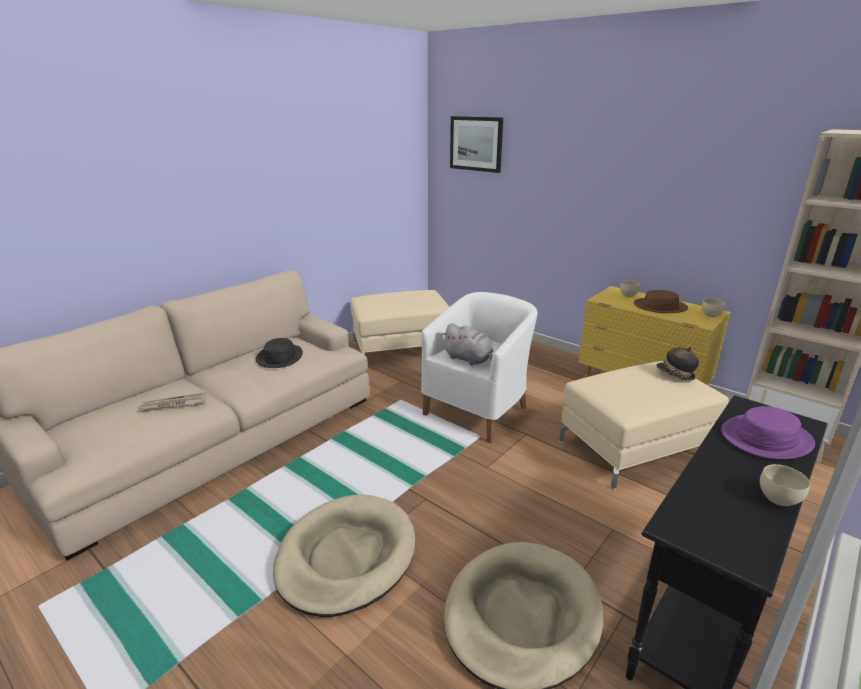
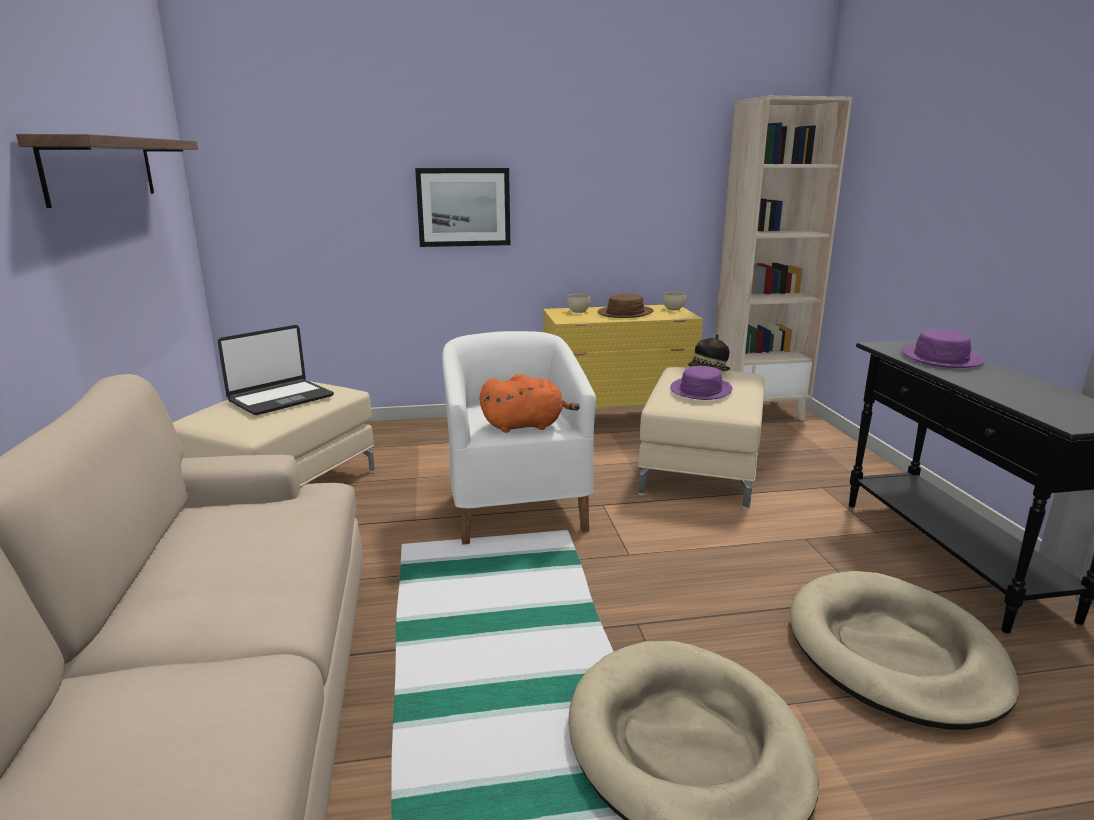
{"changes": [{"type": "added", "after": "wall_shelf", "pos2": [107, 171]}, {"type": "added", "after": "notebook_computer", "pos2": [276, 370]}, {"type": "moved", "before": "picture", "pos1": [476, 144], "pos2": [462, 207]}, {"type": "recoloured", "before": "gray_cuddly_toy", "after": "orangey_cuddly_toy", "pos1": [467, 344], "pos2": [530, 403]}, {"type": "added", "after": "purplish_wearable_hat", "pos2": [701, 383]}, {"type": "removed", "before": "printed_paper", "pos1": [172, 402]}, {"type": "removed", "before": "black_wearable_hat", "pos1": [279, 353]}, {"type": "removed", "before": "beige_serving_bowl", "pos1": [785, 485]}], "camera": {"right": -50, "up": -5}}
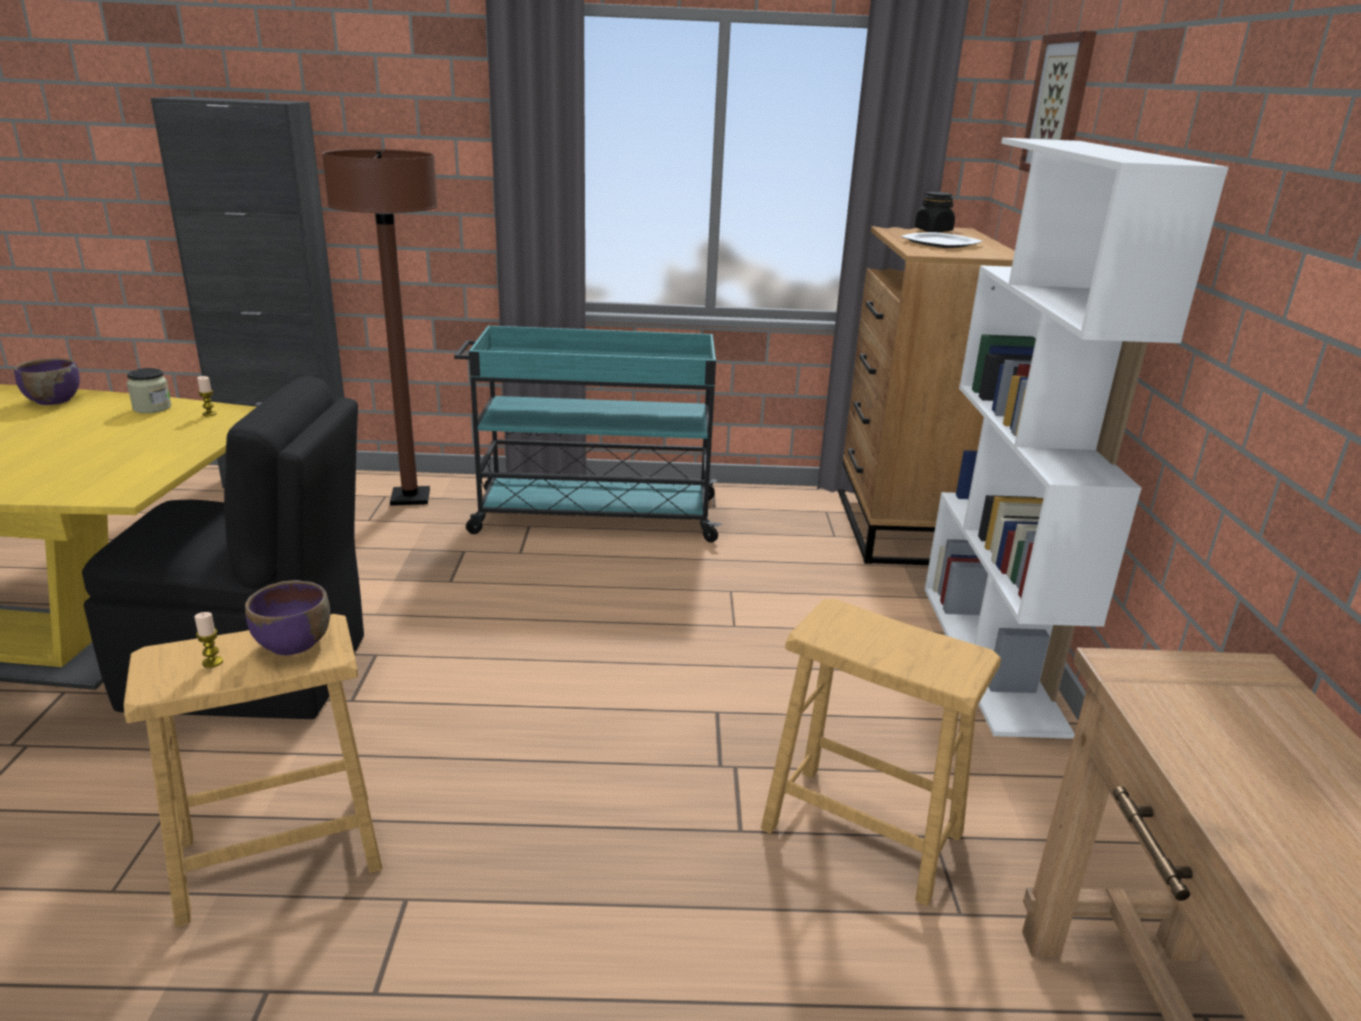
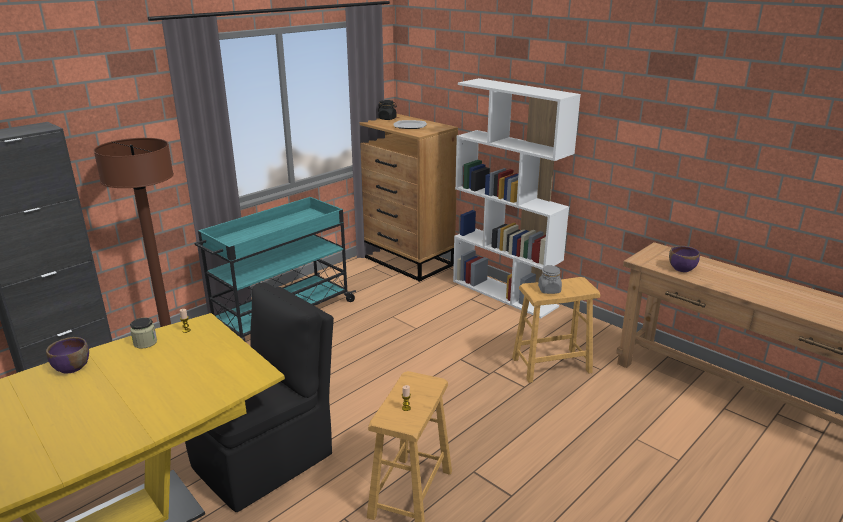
{"changes": [{"type": "added", "after": "gray_preserve_jar", "pos2": [550, 279]}, {"type": "moved", "before": "purplish_serving_bowl", "pos1": [287, 617], "pos2": [684, 259]}, {"type": "removed", "before": "picture", "pos1": [1058, 101]}], "camera": {"right": -45, "up": 0}}
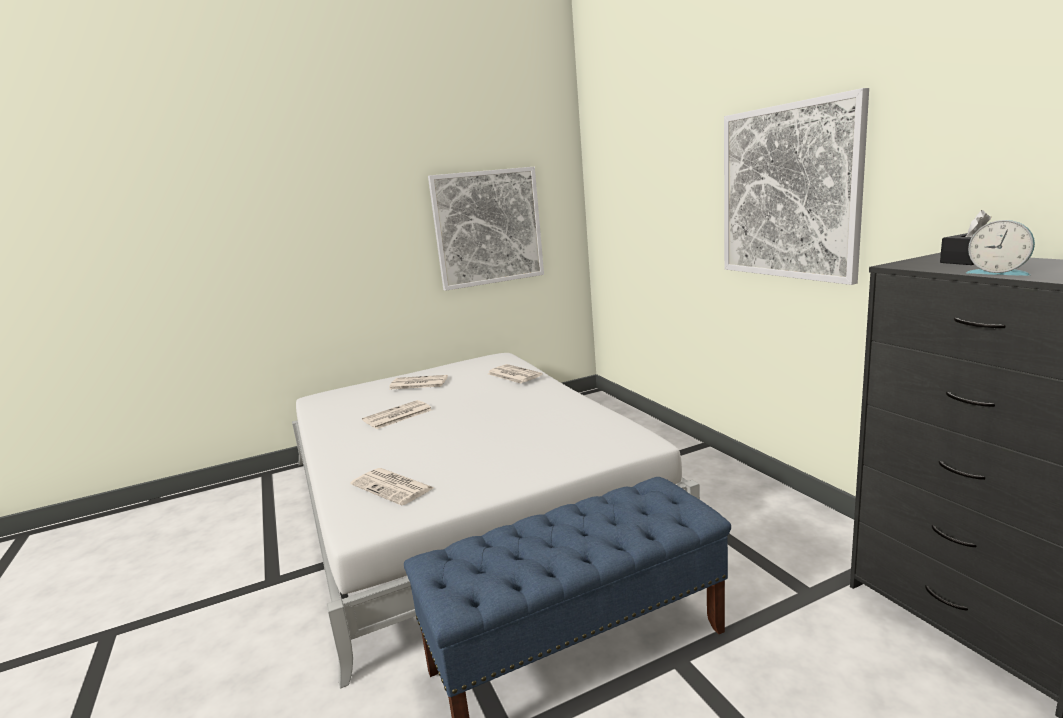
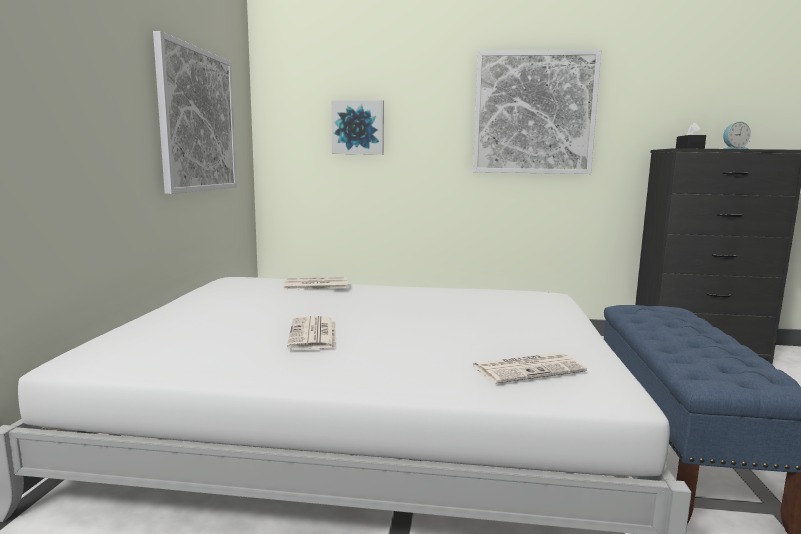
{"changes": [{"type": "added", "after": "picture", "pos2": [357, 127]}, {"type": "removed", "before": "printed_paper", "pos1": [418, 382]}], "camera": {"right": -60, "up": -5}}
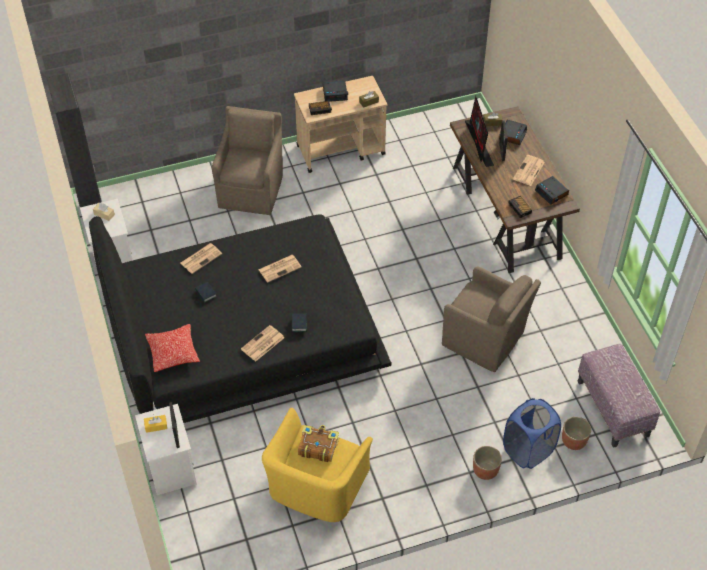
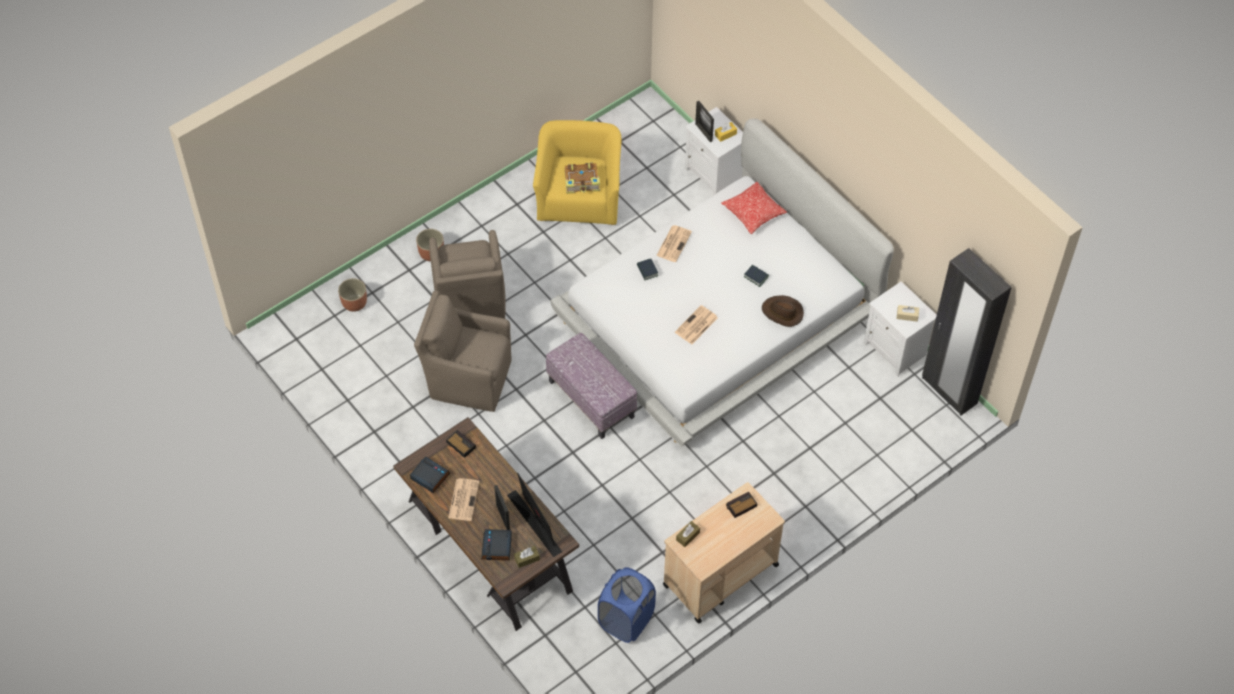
{"changes": [{"type": "moved", "before": "brown_easy_chair", "pos1": [247, 160], "pos2": [467, 274]}, {"type": "moved", "before": "footrest", "pos1": [618, 396], "pos2": [591, 386]}, {"type": "recoloured", "before": "black_sleeping_bed", "after": "whitish_sleeping_bed", "pos1": [240, 318], "pos2": [722, 282]}, {"type": "moved", "before": "blue_washing_basket", "pos1": [532, 433], "pos2": [627, 605]}, {"type": "replaced", "before": "printed_paper", "after": "brown_wearable_hat", "pos1": [201, 259], "pos2": [783, 311]}, {"type": "removed", "before": "table_clock", "pos1": [335, 91]}], "camera": {"right": 160, "up": 5}}
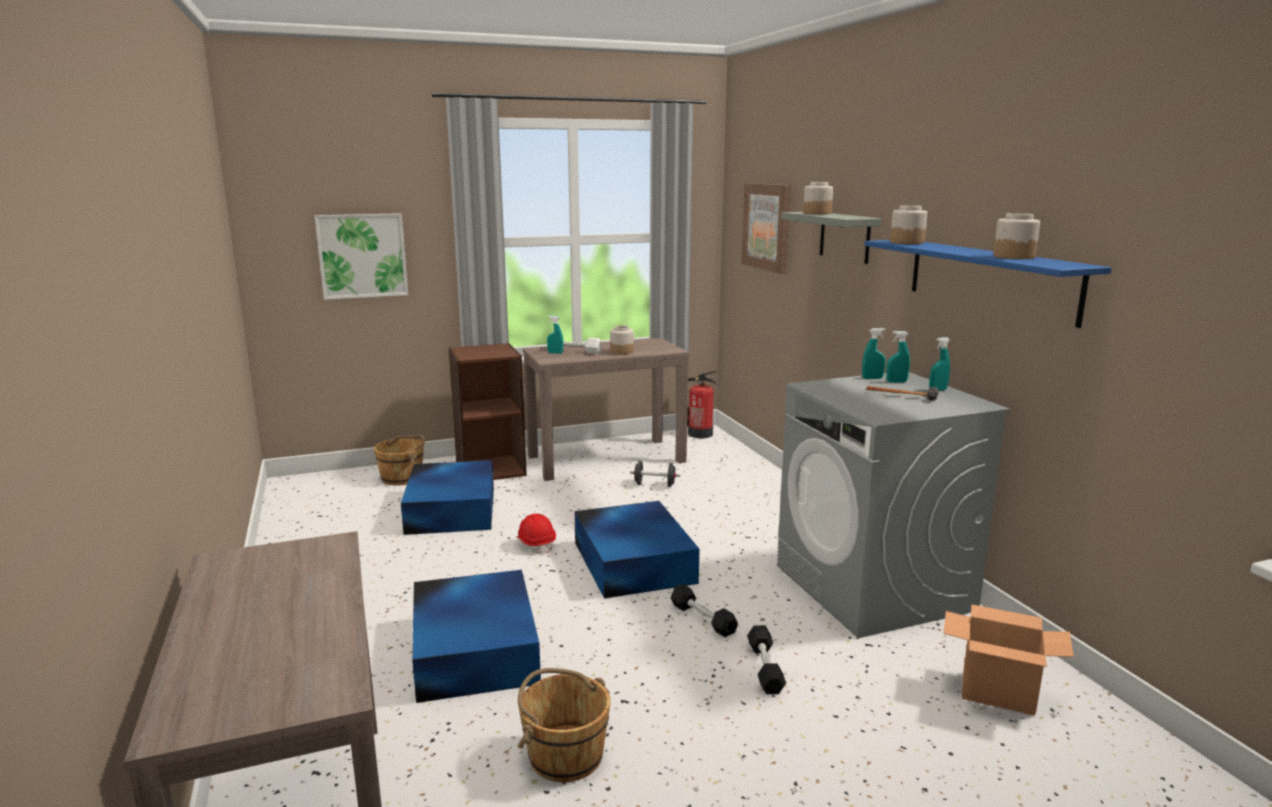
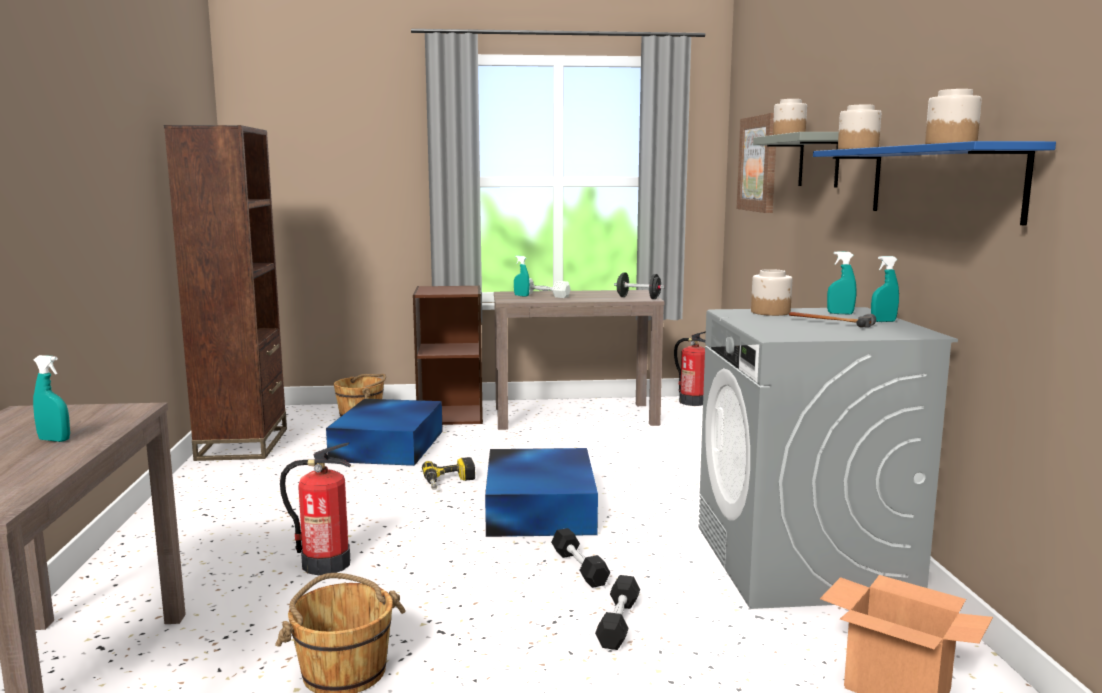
{"changes": [{"type": "moved", "before": "turquoise_spray_bottle", "pos1": [874, 353], "pos2": [51, 398]}, {"type": "added", "after": "brown_shelving_unit", "pos2": [225, 293]}, {"type": "replaced", "before": "blue_storage_bin", "after": "extinguisher", "pos1": [476, 636], "pos2": [315, 509]}, {"type": "replaced", "before": "red-coloured_work_helmet", "after": "electric_drill", "pos1": [536, 534], "pos2": [448, 473]}, {"type": "moved", "before": "black_dumbbell", "pos1": [655, 474], "pos2": [639, 285]}, {"type": "moved", "before": "preserve_jar", "pos1": [622, 340], "pos2": [771, 292]}, {"type": "removed", "before": "picture", "pos1": [361, 256]}], "camera": {"right": 15, "up": -5}}
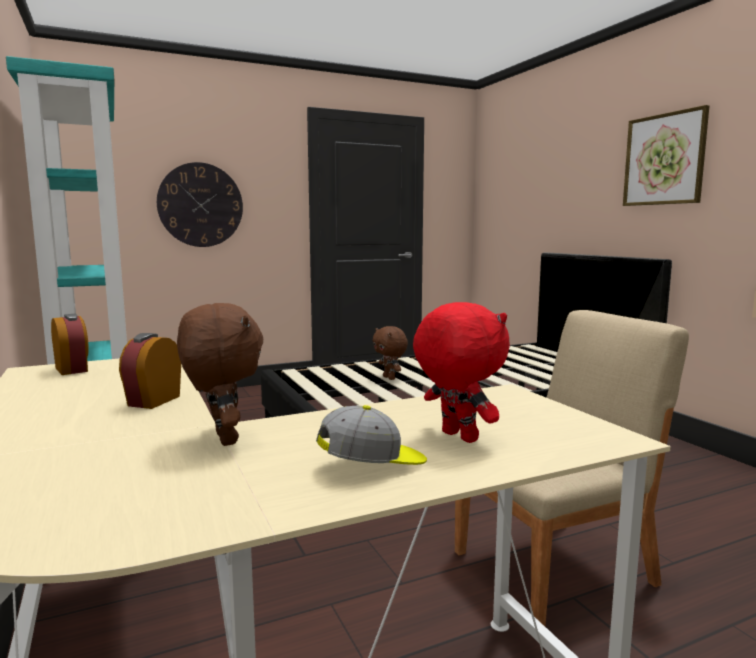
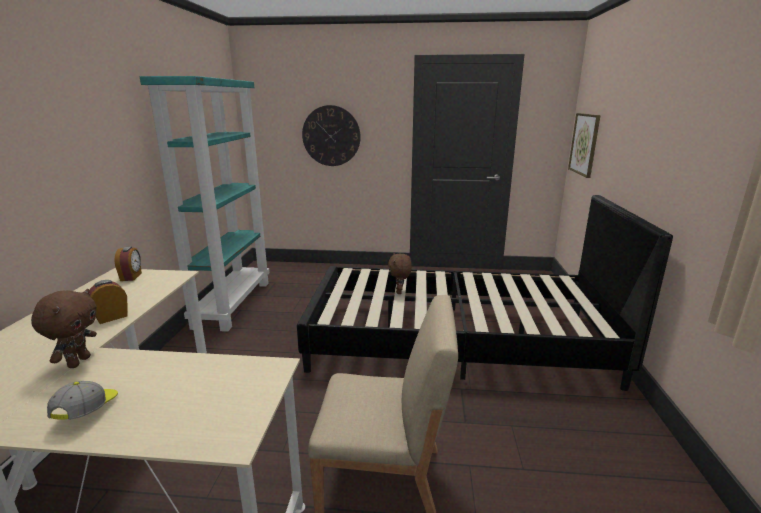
{"changes": [{"type": "turned", "before": "baseball_cap", "pos1": [371, 435], "pos2": [82, 400], "turn": -90}, {"type": "moved", "before": "picture", "pos1": [666, 155], "pos2": [584, 145]}, {"type": "removed", "before": "red-coloured_cuddly_toy", "pos1": [461, 372]}], "camera": {"right": 30, "up": 10}}
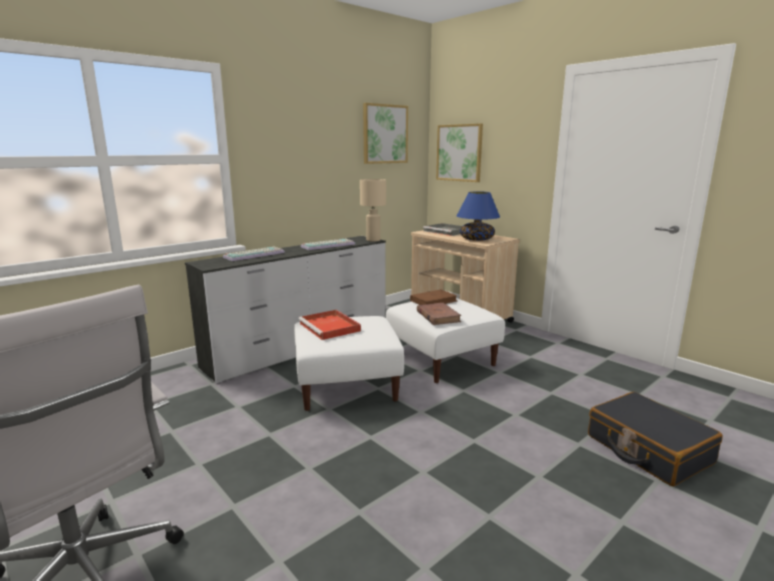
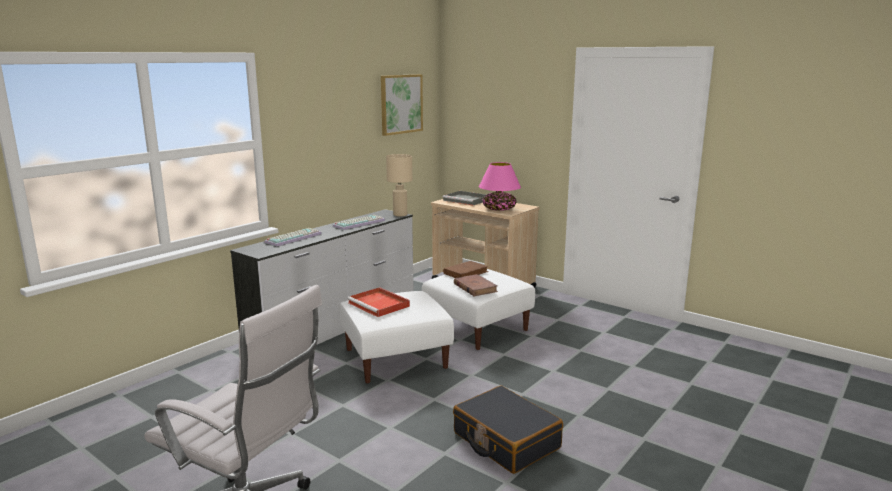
{"changes": [{"type": "moved", "before": "black_suitcase", "pos1": [655, 439], "pos2": [508, 429]}, {"type": "recoloured", "before": "blue_tabletop_lamp", "after": "pink_tabletop_lamp", "pos1": [478, 216], "pos2": [500, 186]}, {"type": "removed", "before": "picture", "pos1": [459, 152]}], "camera": {"right": -10, "up": 0}}
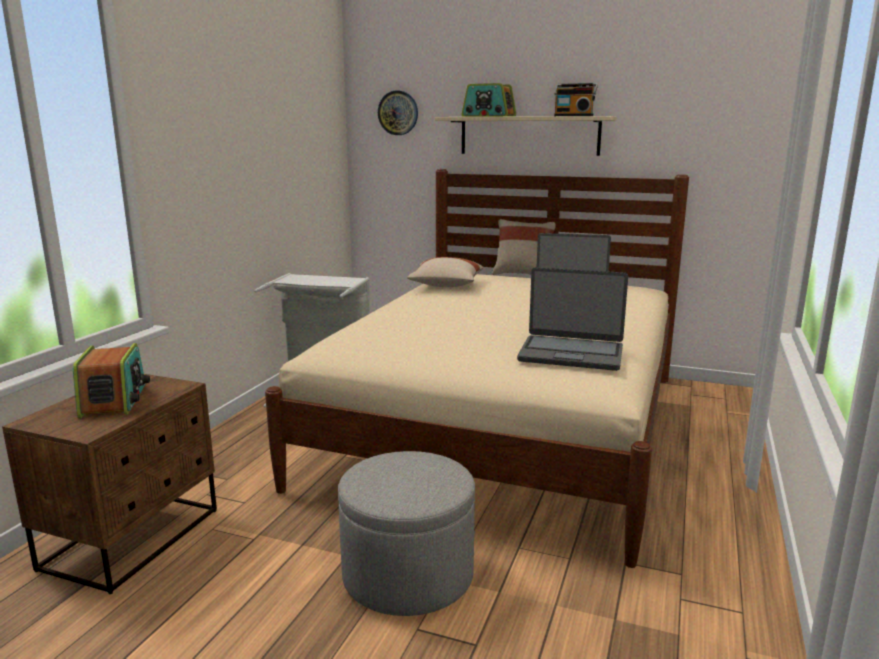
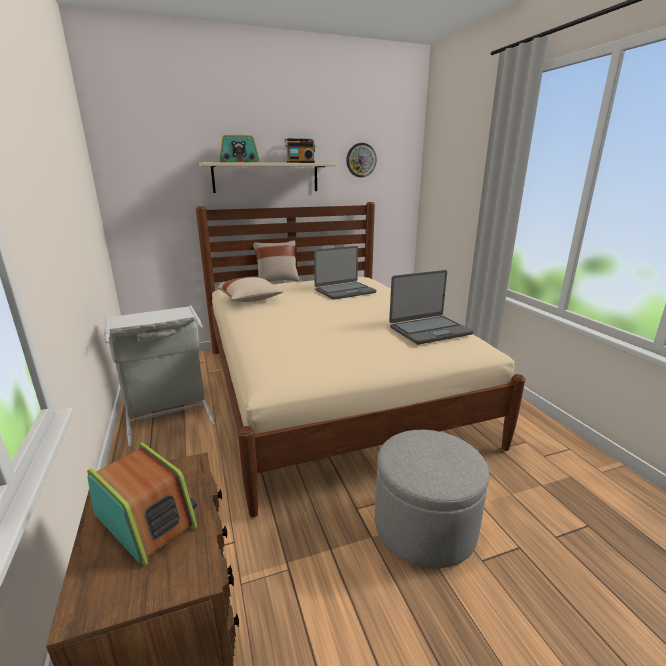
{"changes": [{"type": "moved", "before": "clock_on_the_wall", "pos1": [398, 112], "pos2": [361, 160]}], "camera": {"right": -40, "up": 5}}
